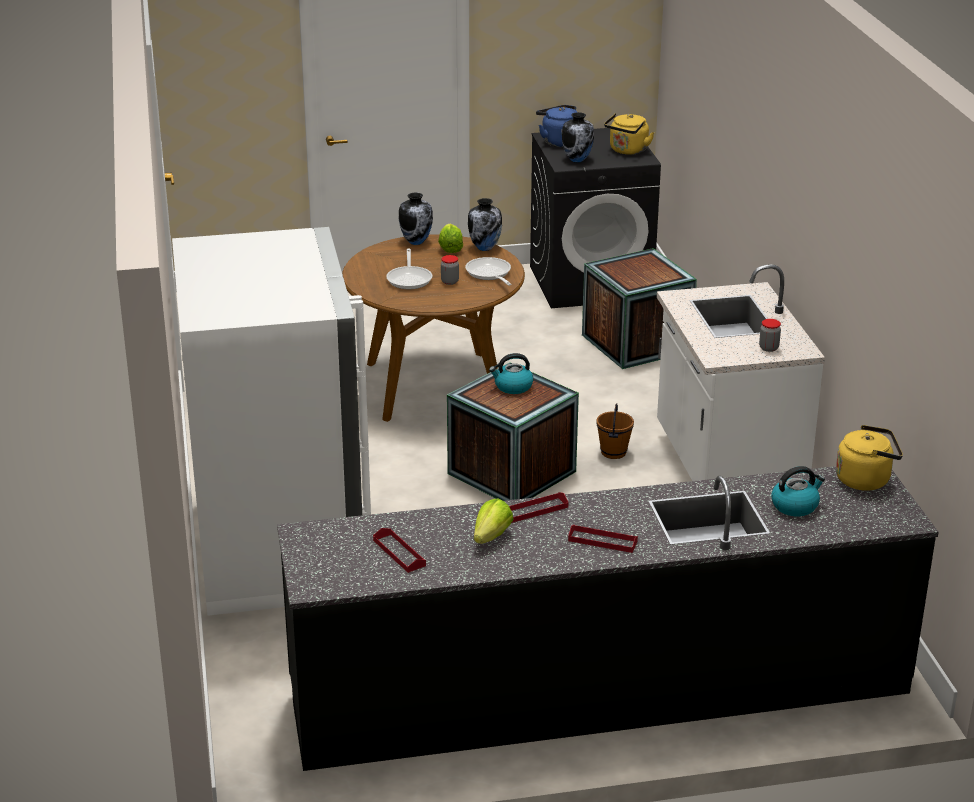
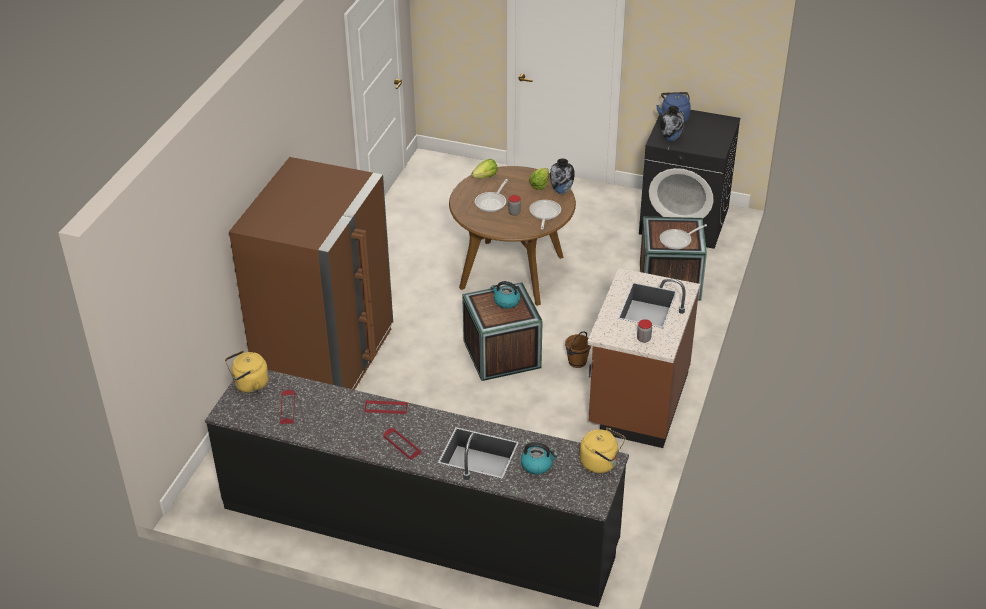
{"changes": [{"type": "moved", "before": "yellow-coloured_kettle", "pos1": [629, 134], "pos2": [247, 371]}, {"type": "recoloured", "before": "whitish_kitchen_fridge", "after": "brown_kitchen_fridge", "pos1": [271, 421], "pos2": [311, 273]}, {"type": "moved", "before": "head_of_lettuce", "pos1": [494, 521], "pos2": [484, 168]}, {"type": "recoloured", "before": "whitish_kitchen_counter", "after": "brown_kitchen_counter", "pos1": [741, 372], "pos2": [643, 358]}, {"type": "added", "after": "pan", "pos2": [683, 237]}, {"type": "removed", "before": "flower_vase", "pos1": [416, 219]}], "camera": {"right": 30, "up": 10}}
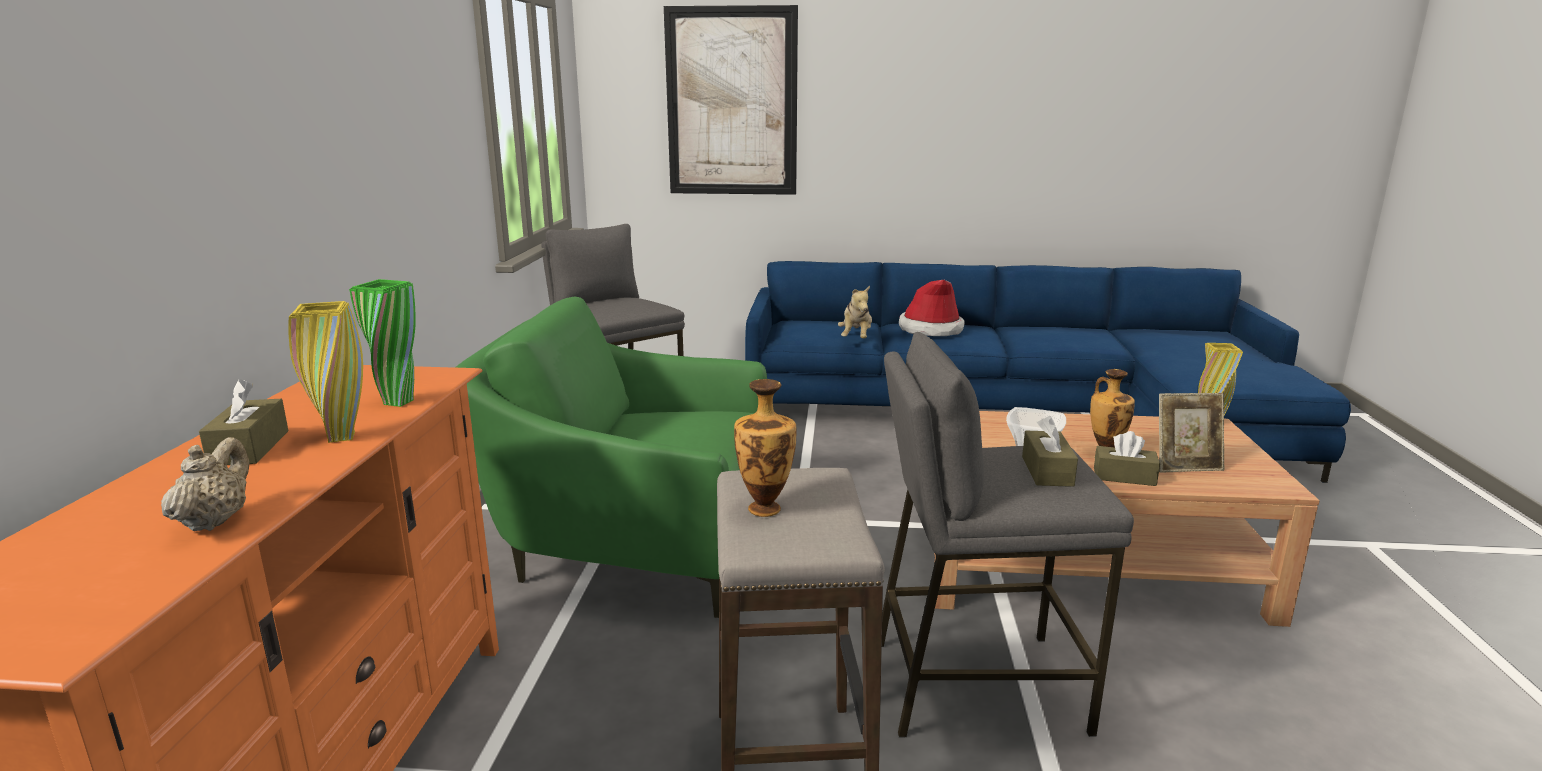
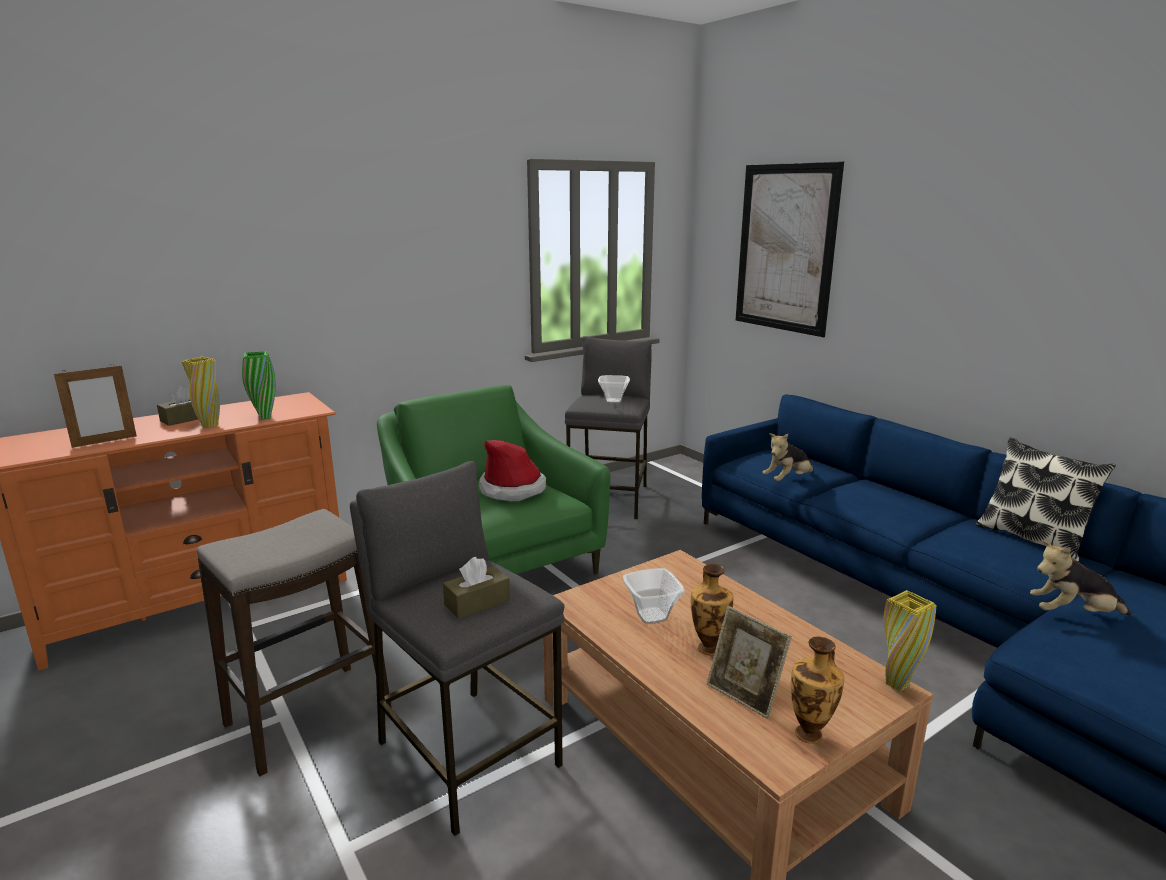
{"changes": [{"type": "replaced", "before": "beige_pot_for_tea", "after": "photo_frame", "pos1": [205, 484], "pos2": [95, 406]}, {"type": "moved", "before": "wearable_hat", "pos1": [932, 308], "pos2": [512, 470]}, {"type": "added", "after": "serving_bowl", "pos2": [614, 389]}, {"type": "moved", "before": "flower_vase", "pos1": [765, 448], "pos2": [818, 690]}, {"type": "added", "after": "pillow", "pos2": [1046, 499]}, {"type": "added", "after": "cuddly_toy", "pos2": [1080, 577]}, {"type": "removed", "before": "brown_tissue_box", "pos1": [1127, 458]}], "camera": {"right": 50, "up": 0}}
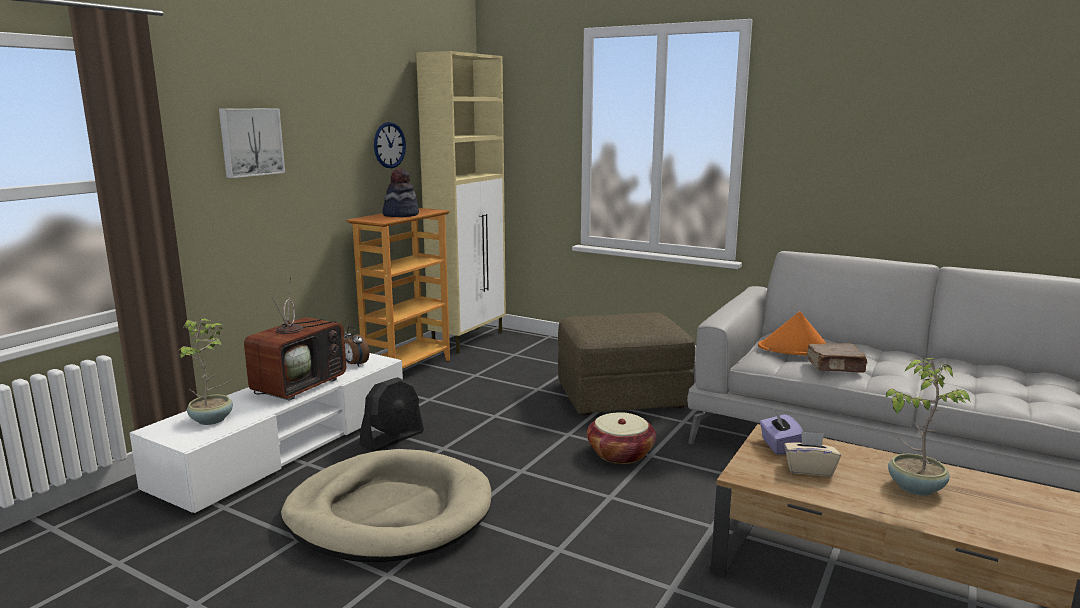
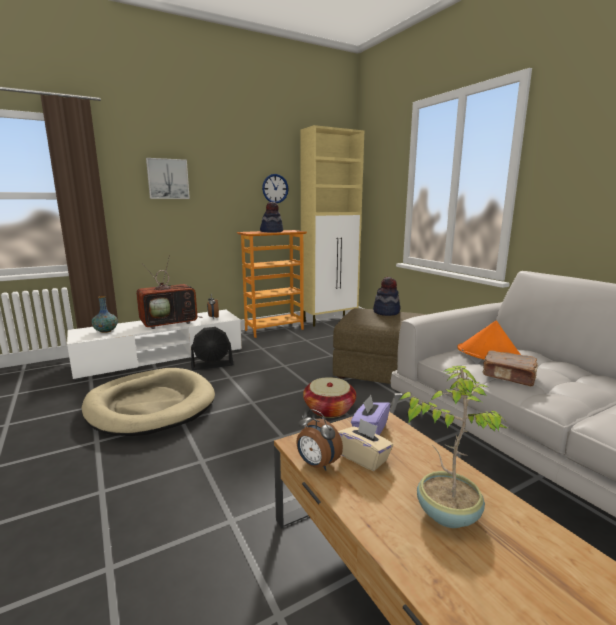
{"changes": [{"type": "replaced", "before": "plant_in_a_pot", "after": "flower_vase", "pos1": [204, 372], "pos2": [105, 314]}, {"type": "added", "after": "table_clock", "pos2": [319, 440]}, {"type": "added", "after": "wearable_hat", "pos2": [387, 296]}], "camera": {"right": 30, "up": 0}}
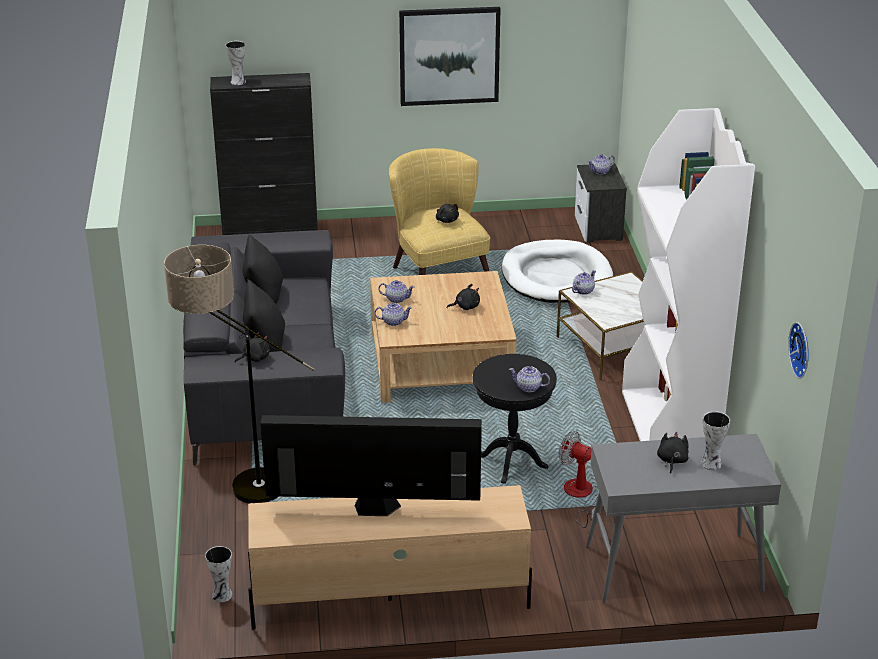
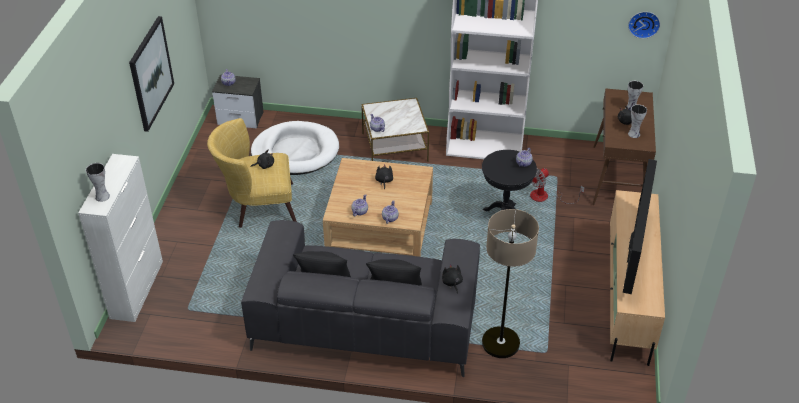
{"changes": [{"type": "recoloured", "before": "black_cabinet", "after": "whitish_cabinet", "pos1": [264, 154], "pos2": [120, 238]}, {"type": "recoloured", "before": "gray_console_table", "after": "brown_console_table", "pos1": [683, 519], "pos2": [624, 146]}, {"type": "moved", "before": "flower_vase", "pos1": [219, 574], "pos2": [637, 121]}], "camera": {"right": -75, "up": 10}}
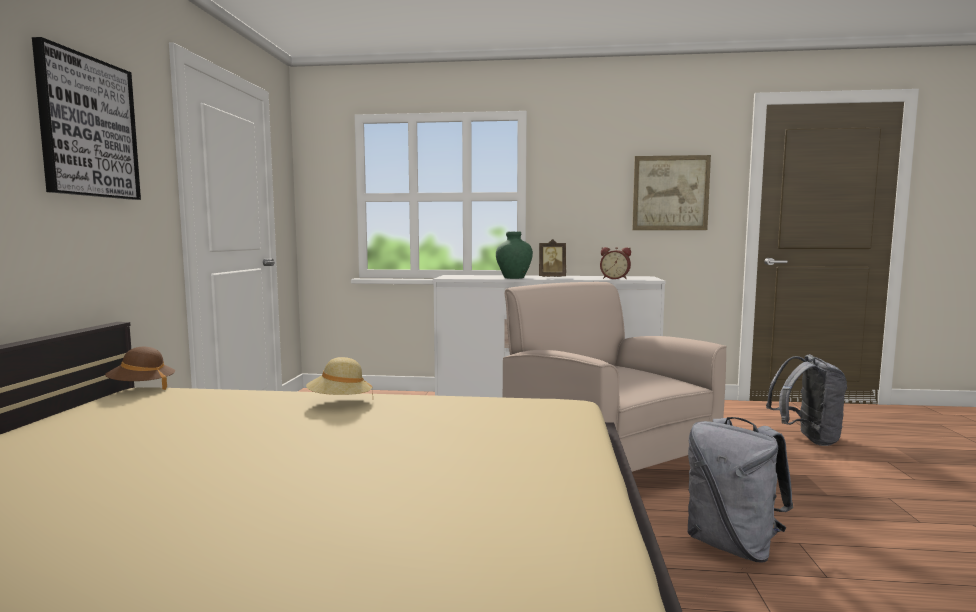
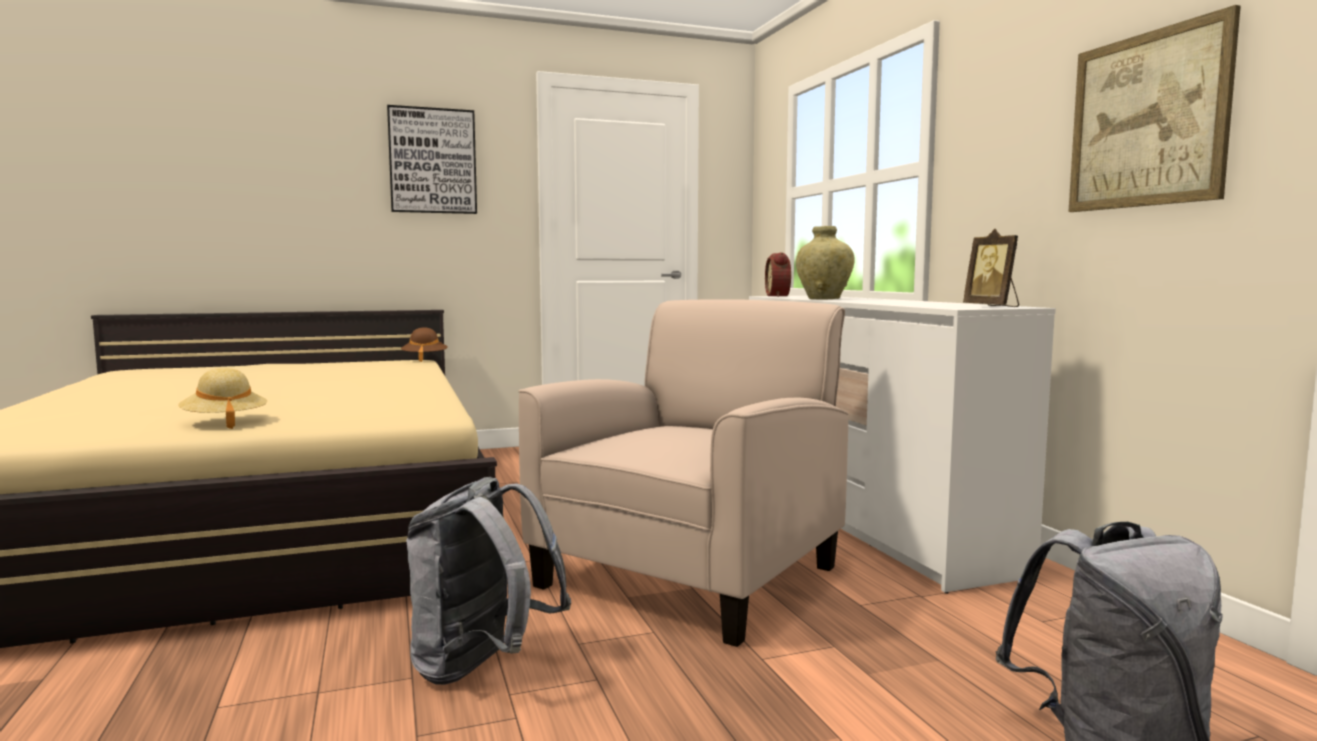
{"changes": [{"type": "moved", "before": "beige_wearable_hat", "pos1": [339, 376], "pos2": [222, 398]}, {"type": "moved", "before": "table_clock", "pos1": [615, 263], "pos2": [778, 274]}, {"type": "recoloured", "before": "greenish_flower_vase", "after": "beige_flower_vase", "pos1": [514, 255], "pos2": [825, 262]}, {"type": "moved", "before": "photo_frame", "pos1": [552, 258], "pos2": [991, 268]}], "camera": {"right": 65, "up": 0}}
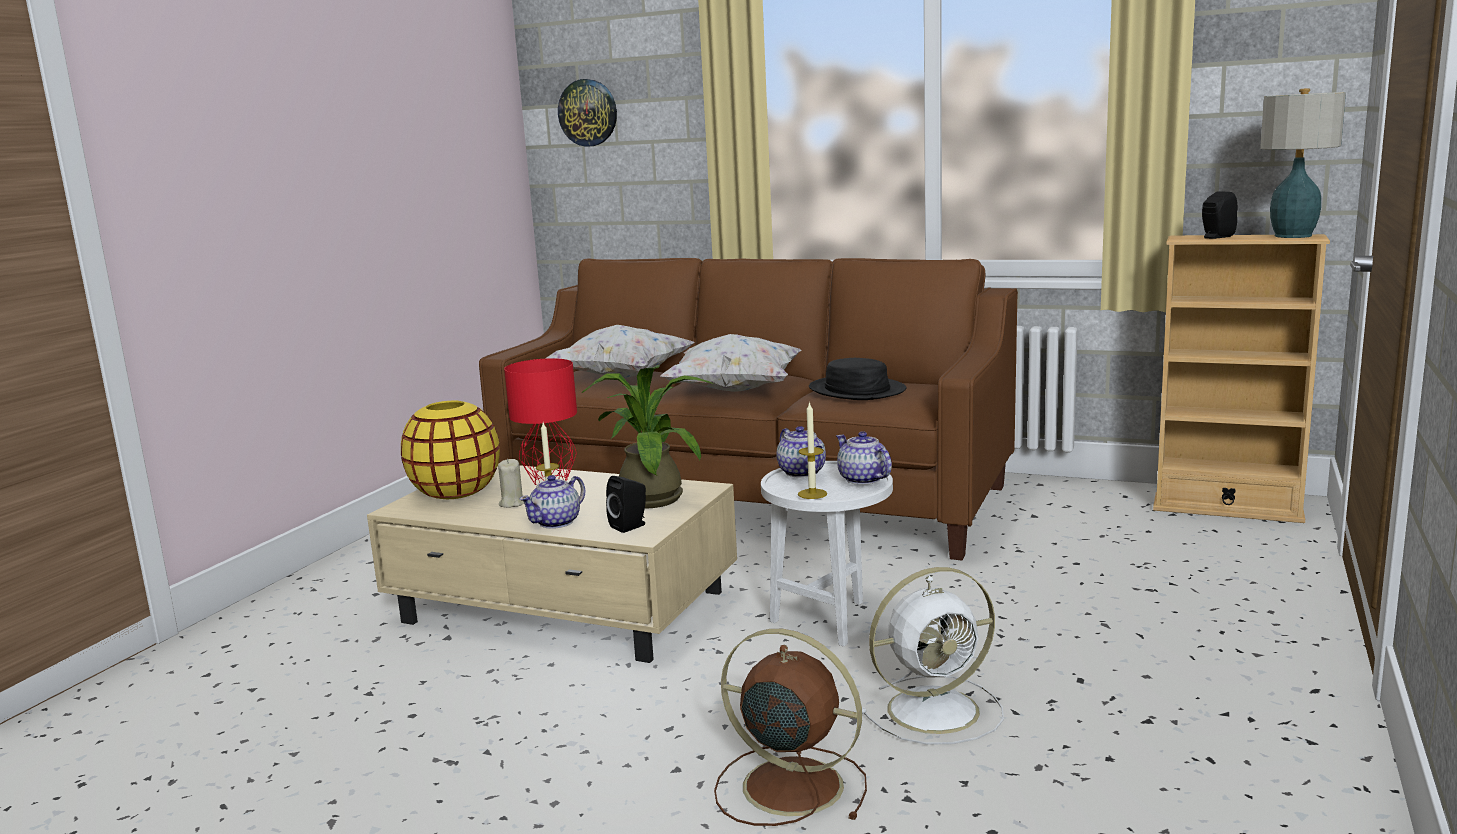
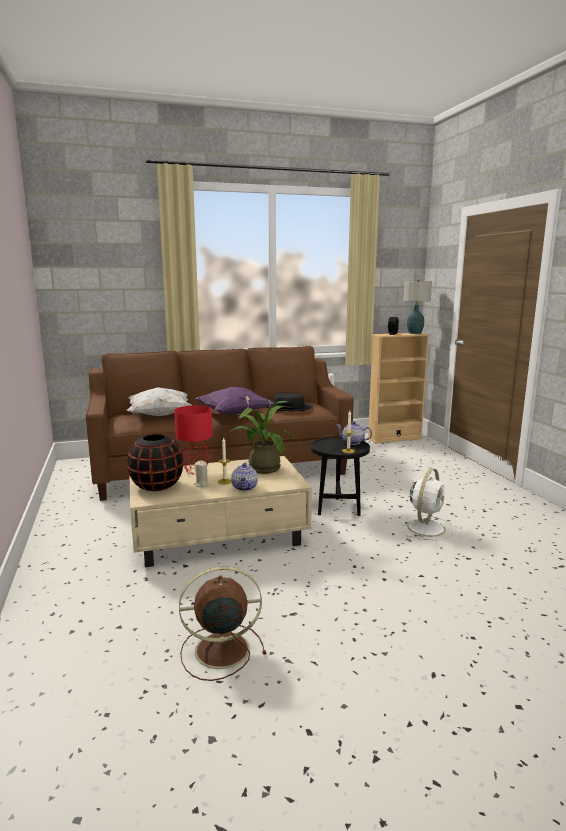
{"changes": [{"type": "recoloured", "before": "yellow-coloured_flower_vase", "after": "black_flower_vase", "pos1": [450, 450], "pos2": [155, 462]}, {"type": "moved", "before": "brown_cooling_fan", "pos1": [790, 727], "pos2": [222, 623]}, {"type": "recoloured", "before": "whitish_pillow", "after": "purplish_pillow", "pos1": [730, 363], "pos2": [235, 401]}, {"type": "recoloured", "before": "whitish_accent_table", "after": "black_accent_table", "pos1": [827, 554], "pos2": [340, 476]}, {"type": "removed", "before": "clock_on_the_wall", "pos1": [587, 113]}, {"type": "removed", "before": "black_loudspeaker", "pos1": [626, 504]}, {"type": "removed", "before": "pot_for_tea", "pos1": [801, 451]}], "camera": {"right": -40, "up": 0}}
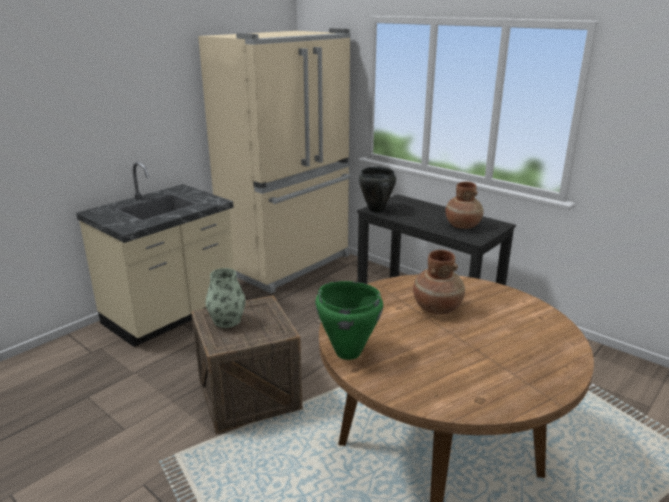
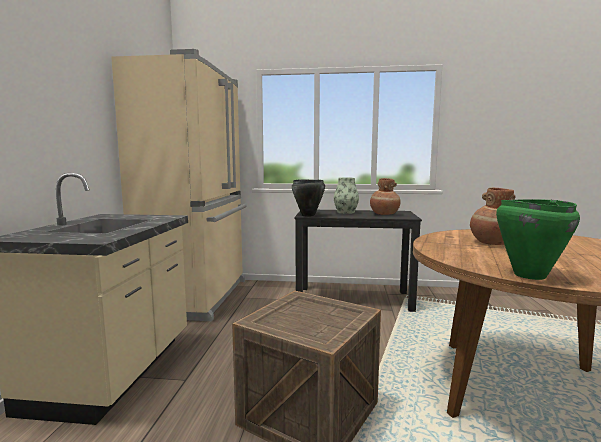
{"changes": [{"type": "moved", "before": "flower_vase", "pos1": [225, 298], "pos2": [346, 196]}], "camera": {"right": -35, "up": -15}}
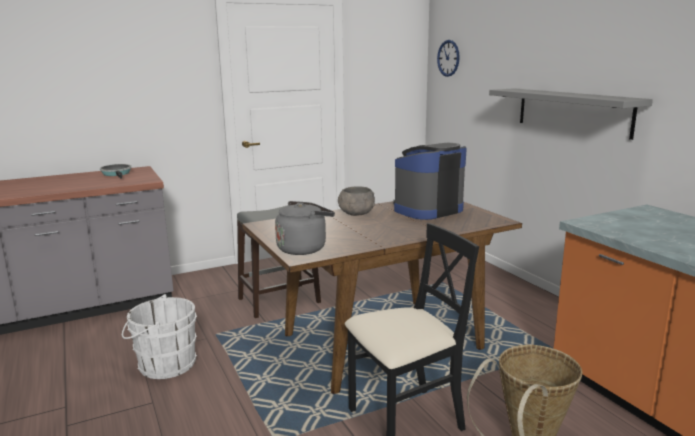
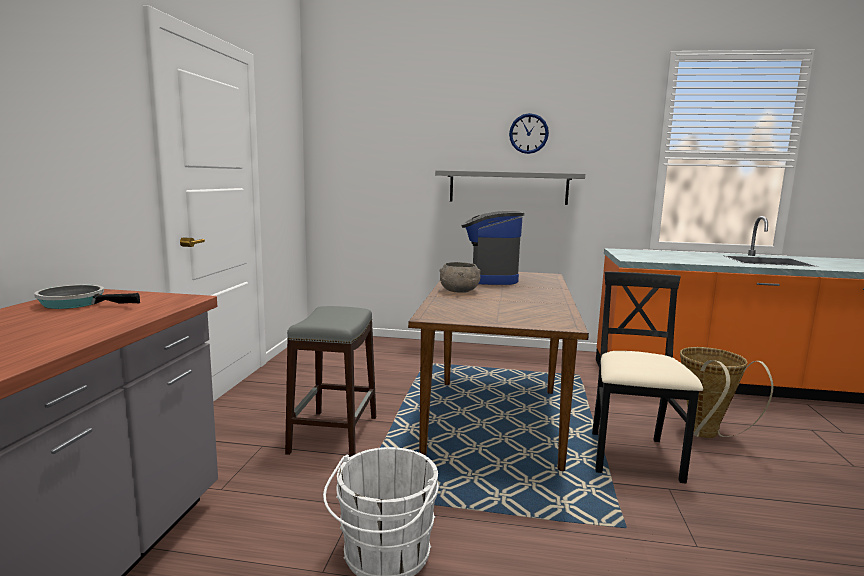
{"changes": [{"type": "moved", "before": "clock_on_the_wall", "pos1": [448, 58], "pos2": [529, 133]}, {"type": "removed", "before": "gray_kettle", "pos1": [305, 228]}], "camera": {"right": -55, "up": -5}}
